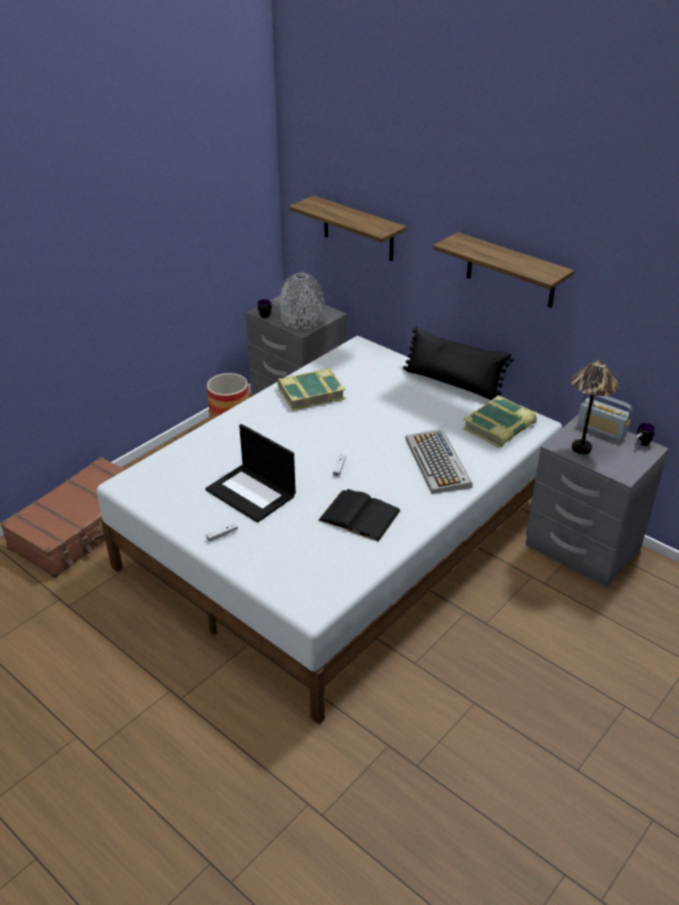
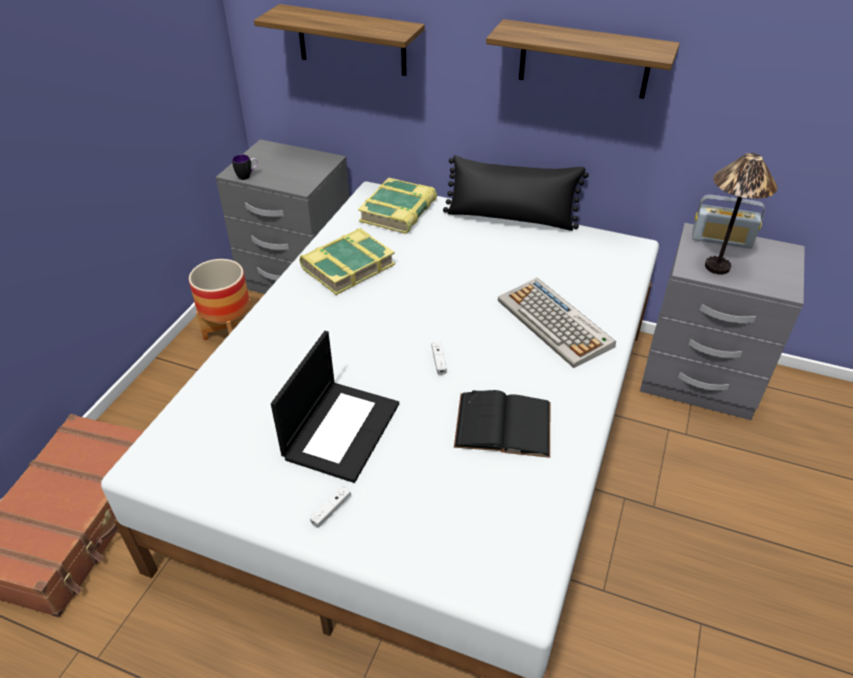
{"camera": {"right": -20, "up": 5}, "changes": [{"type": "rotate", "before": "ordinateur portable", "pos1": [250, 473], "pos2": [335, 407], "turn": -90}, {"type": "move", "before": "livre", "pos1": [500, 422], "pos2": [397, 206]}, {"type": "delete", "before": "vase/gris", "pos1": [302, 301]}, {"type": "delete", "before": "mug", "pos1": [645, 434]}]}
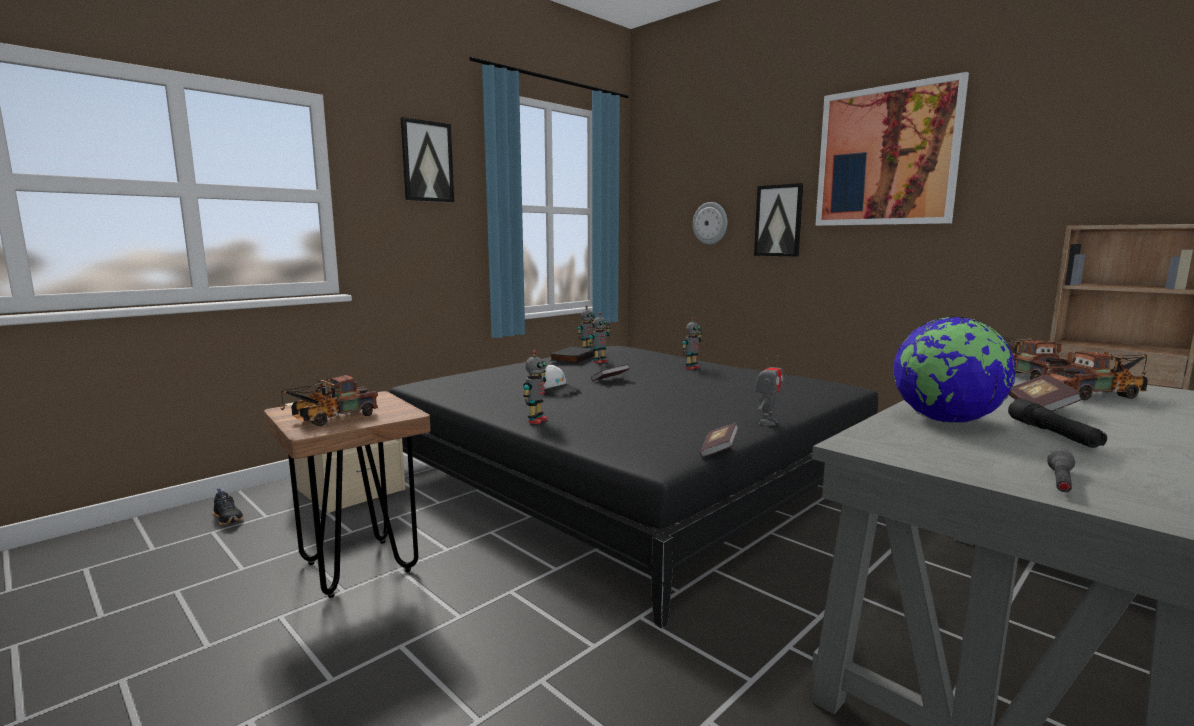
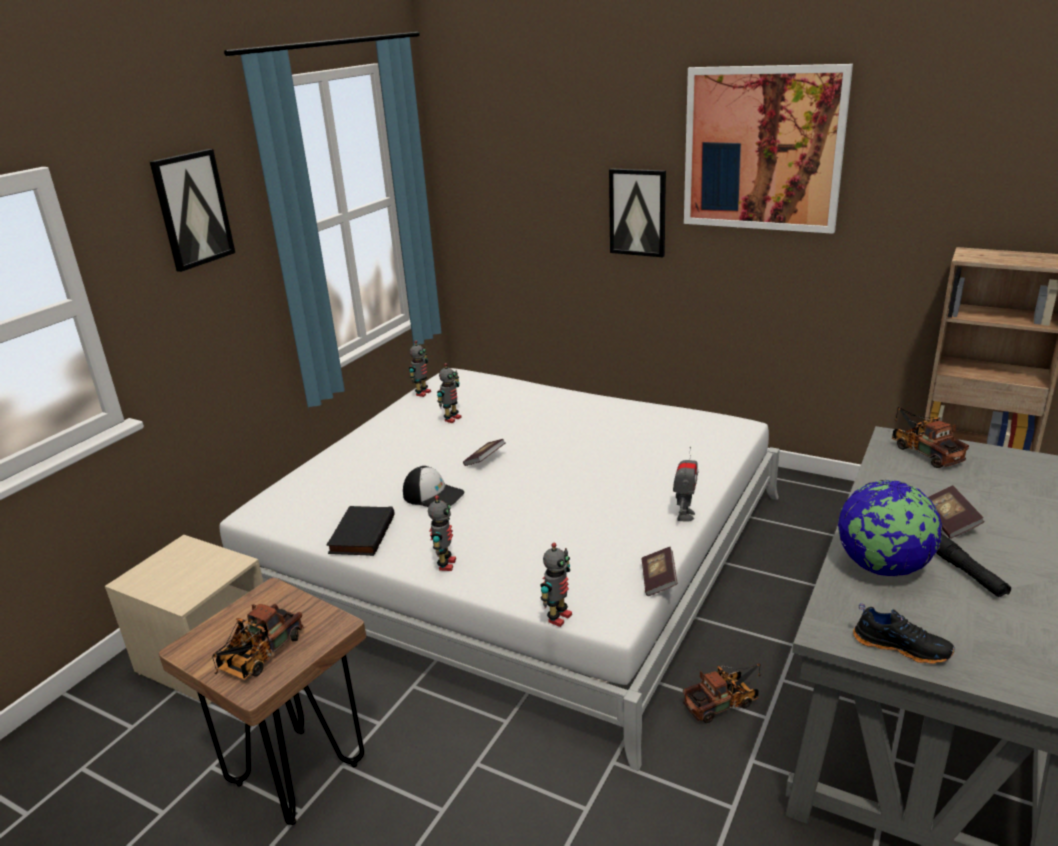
{"camera": {"right": -15, "up": 15}, "changes": [{"type": "recolor", "before": "lit/noir", "after": "lit/blanc", "pos1": [634, 487], "pos2": [500, 569]}, {"type": "move", "before": "livre/noir", "pos1": [572, 355], "pos2": [361, 531]}, {"type": "move", "before": "robot jouet", "pos1": [692, 344], "pos2": [556, 585]}, {"type": "move", "before": "camion jouet", "pos1": [1097, 375], "pos2": [722, 693]}, {"type": "move", "before": "chaussure/noir", "pos1": [228, 506], "pos2": [904, 633]}, {"type": "delete", "before": "horloge murale", "pos1": [710, 223]}, {"type": "delete", "before": "lampe de poche/gris", "pos1": [1061, 470]}]}
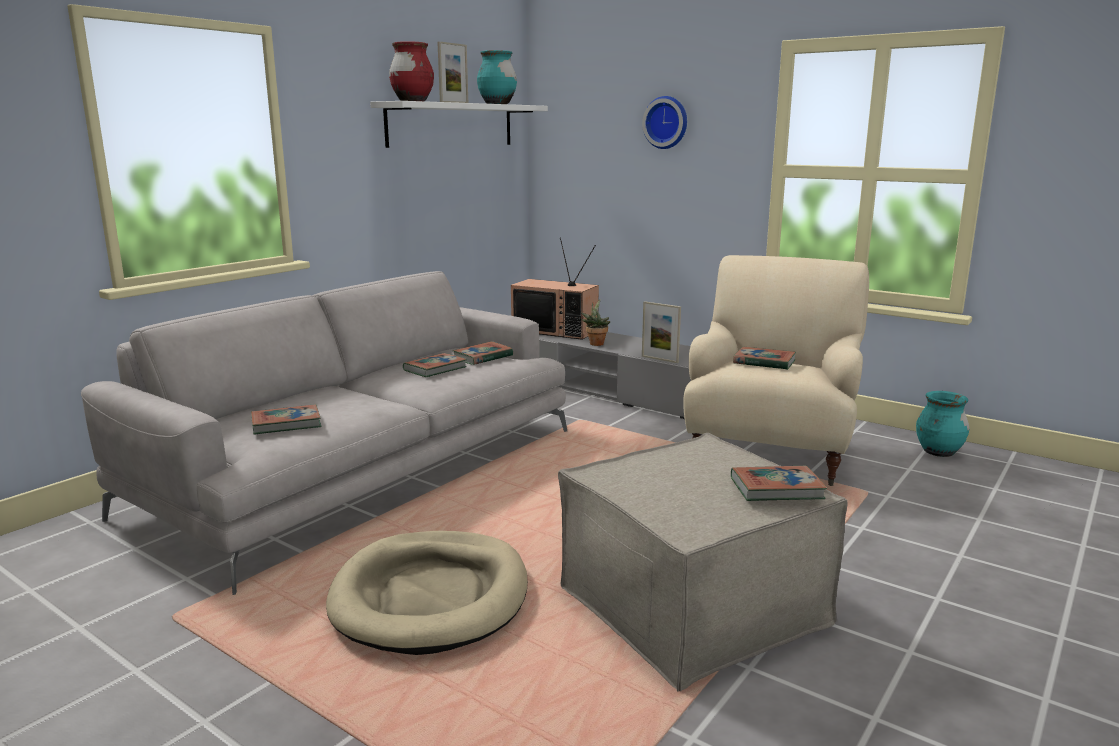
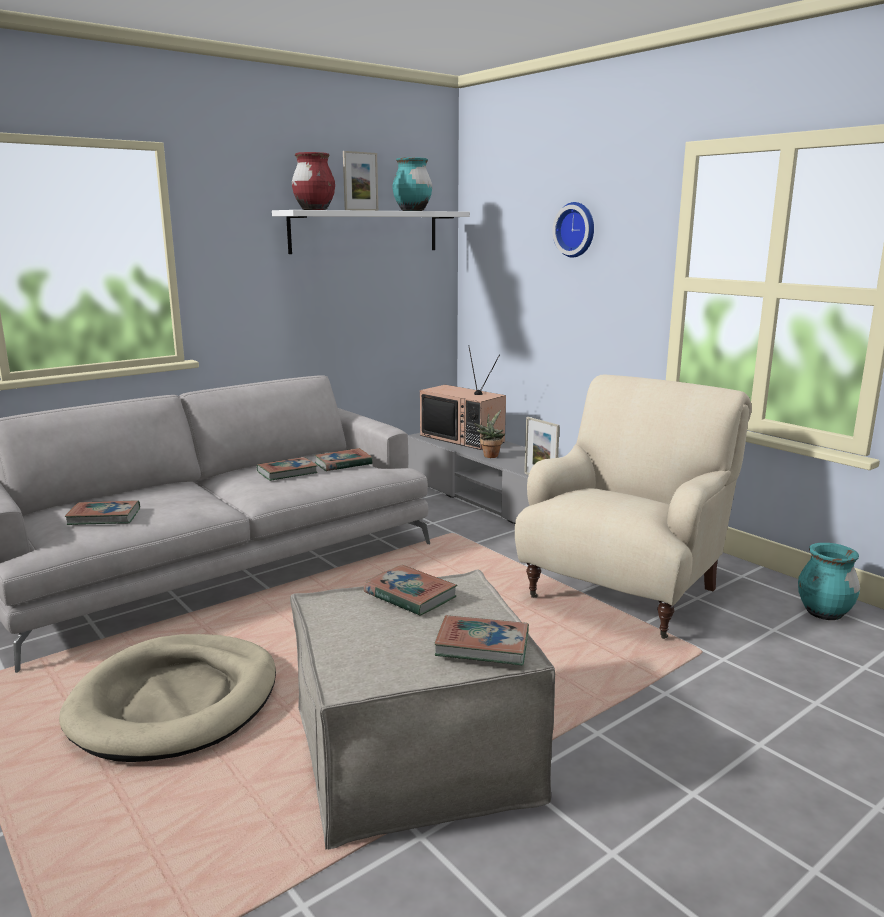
{"camera": {"right": 15, "up": 0}, "changes": [{"type": "move", "before": "livre", "pos1": [764, 358], "pos2": [410, 590]}]}
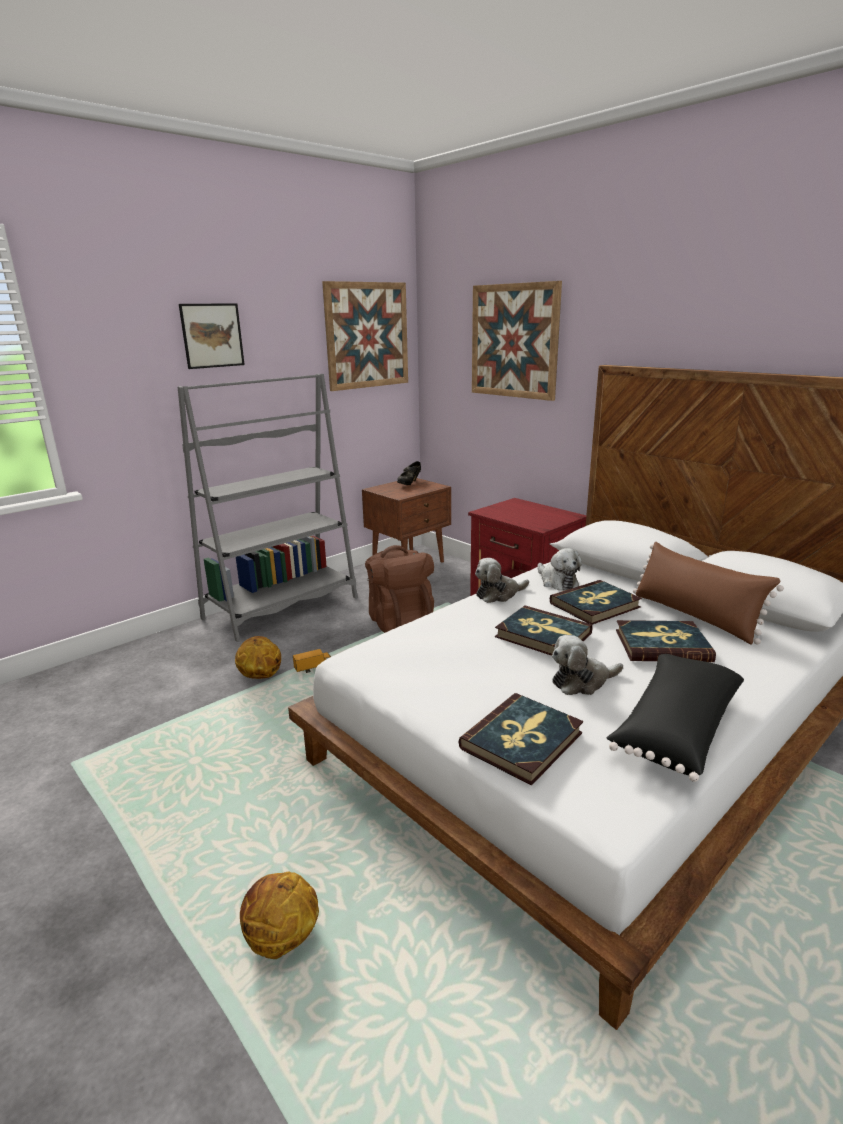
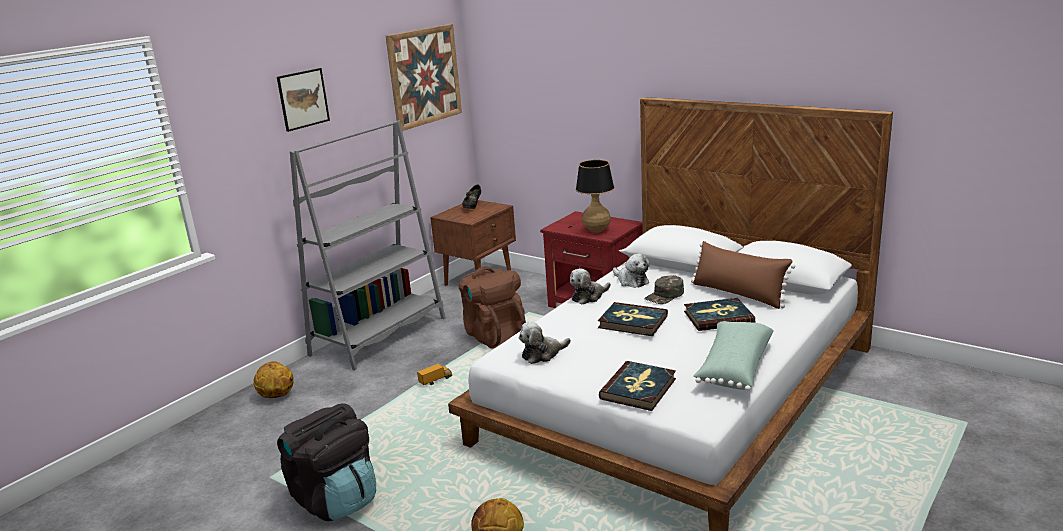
{"camera": {"right": -10, "up": 0}, "changes": [{"type": "move", "before": "ballon de basket", "pos1": [258, 657], "pos2": [274, 379]}, {"type": "insert", "after": "sac à dos/noir", "pos2": [326, 462]}, {"type": "move", "before": "peluche", "pos1": [587, 665], "pos2": [545, 343]}, {"type": "insert", "after": "lampe de table", "pos2": [591, 196]}, {"type": "replace", "before": "livre", "after": "casquette/vert", "pos1": [596, 602], "pos2": [664, 289]}, {"type": "recolor", "before": "coussin/noir", "after": "coussin/vert", "pos1": [675, 718], "pos2": [733, 356]}, {"type": "delete", "before": "tableau", "pos1": [517, 341]}]}
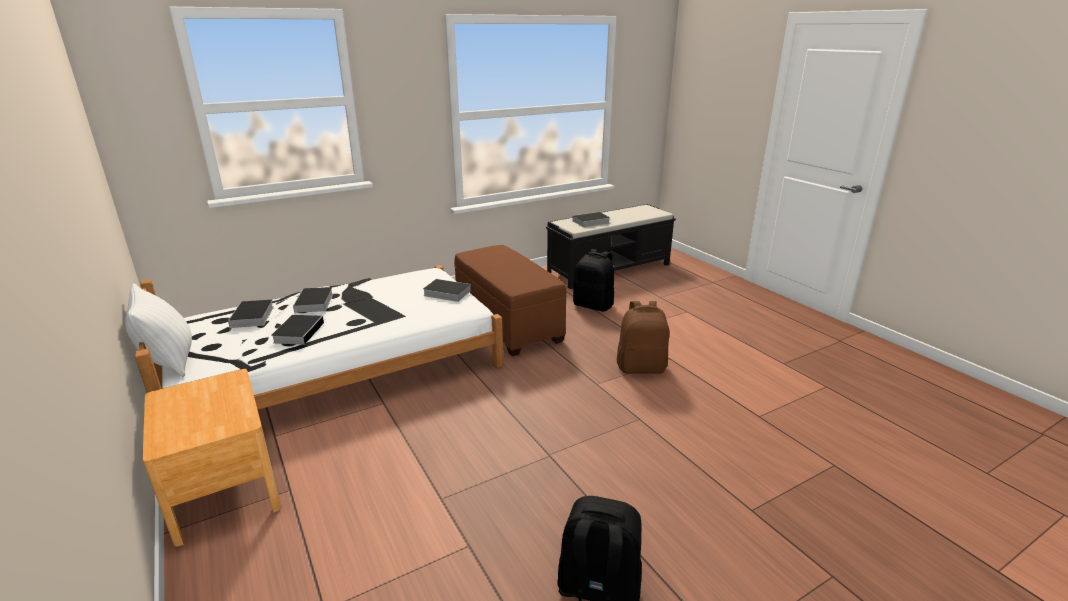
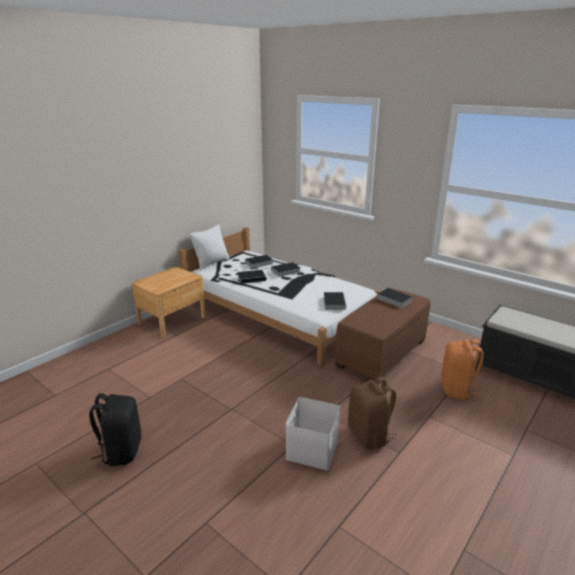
{"camera": {"right": 70, "up": 0}, "changes": [{"type": "insert", "after": "boîte de rangement/blanc", "pos2": [313, 433]}, {"type": "move", "before": "livre", "pos1": [591, 219], "pos2": [395, 298]}, {"type": "recolor", "before": "sac à dos/noir", "after": "sac à dos/orange", "pos1": [593, 280], "pos2": [462, 369]}]}
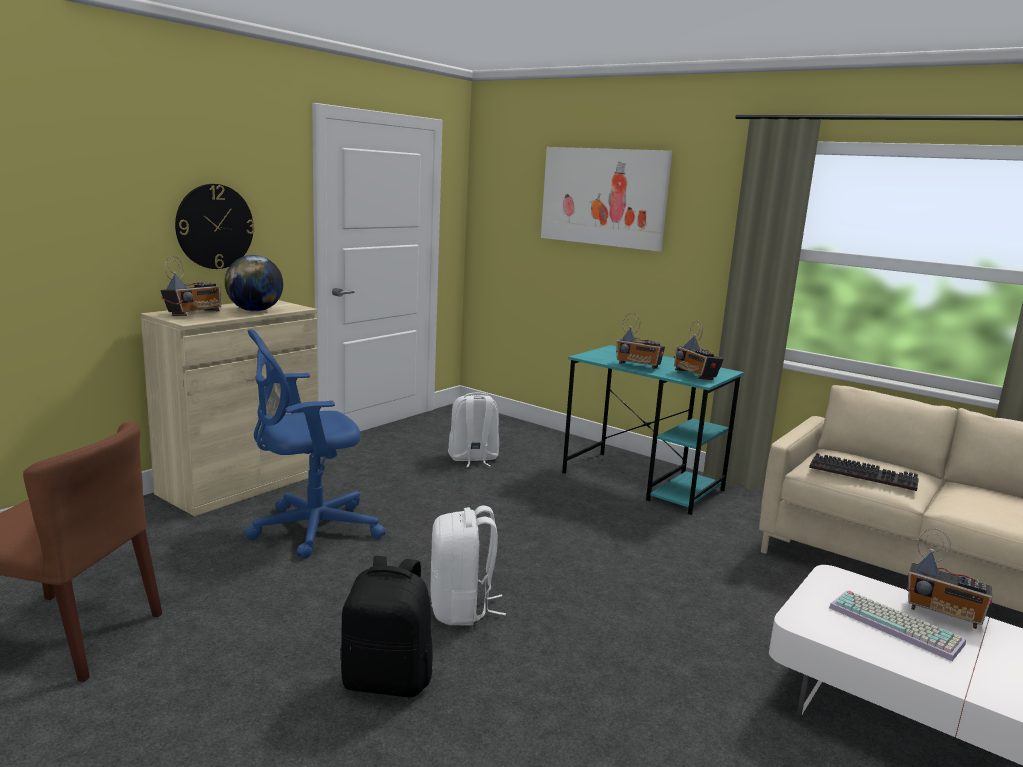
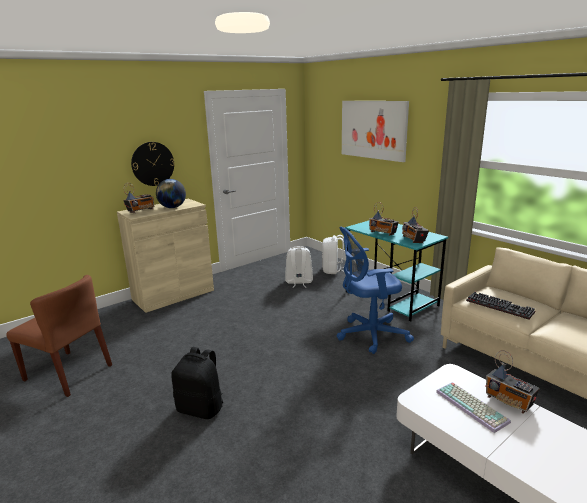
{"camera": {"right": 15, "up": 5}, "changes": [{"type": "move", "before": "sac à dos/blanc", "pos1": [468, 565], "pos2": [333, 254]}, {"type": "move", "before": "chaise de bureau/bleu", "pos1": [314, 444], "pos2": [375, 290]}]}
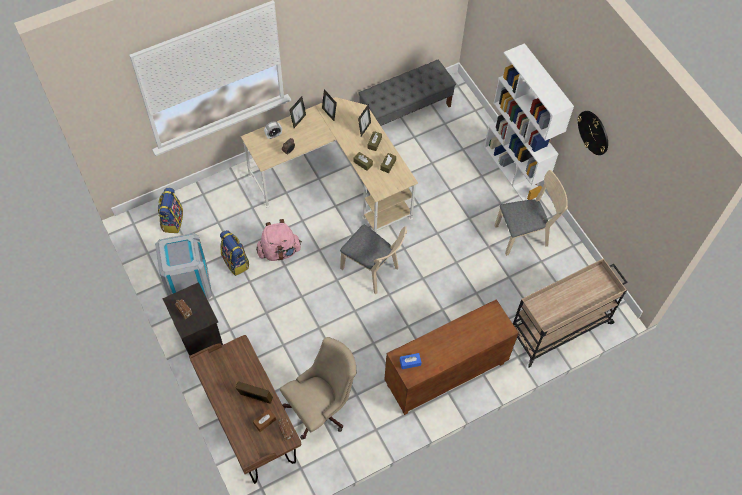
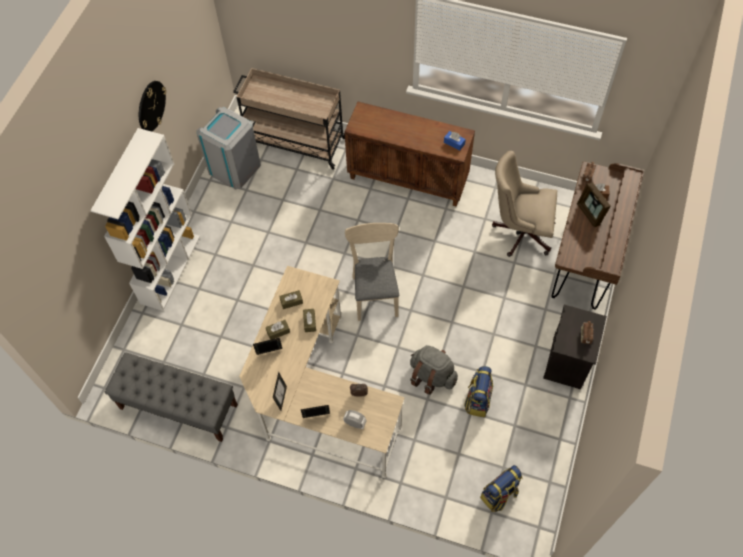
{"camera": {"right": -130, "up": 0}, "changes": [{"type": "move", "before": "poubelle/gris", "pos1": [183, 266], "pos2": [229, 148]}, {"type": "recolor", "before": "sac à dos/rose", "after": "sac à dos/gris", "pos1": [279, 240], "pos2": [434, 370]}, {"type": "delete", "before": "chaise/beige", "pos1": [531, 213]}]}
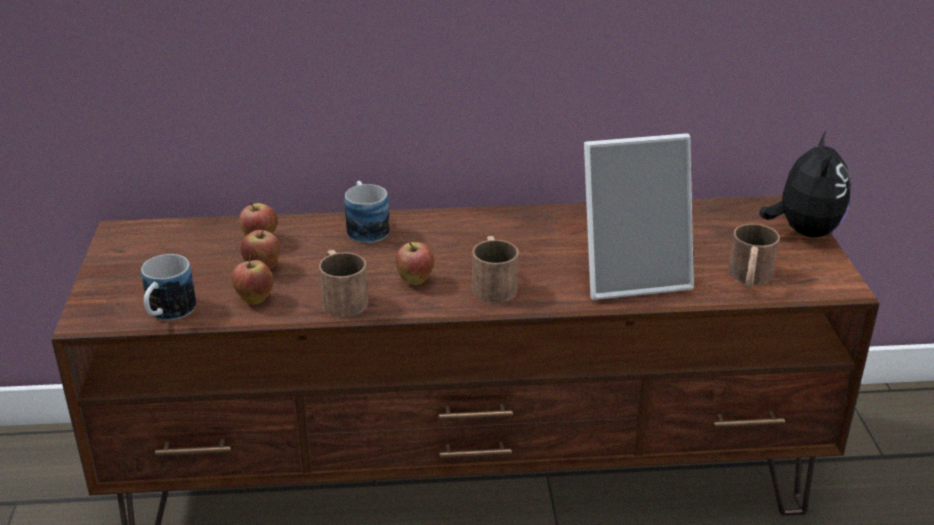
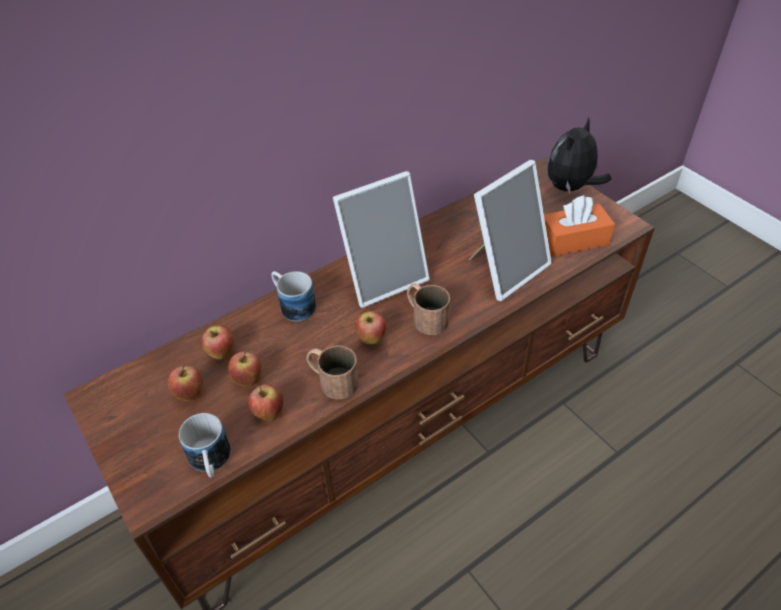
{"camera": {"right": -30, "up": 15}, "changes": [{"type": "insert", "after": "pomme", "pos2": [185, 383]}, {"type": "insert", "after": "cadre photo", "pos2": [381, 239]}, {"type": "replace", "before": "mug/marron", "after": "boîte à mouchoirs/orange", "pos1": [754, 256], "pos2": [579, 226]}, {"type": "rotate", "before": "peluche", "pos1": [805, 183], "pos2": [579, 155], "turn": -120}]}
